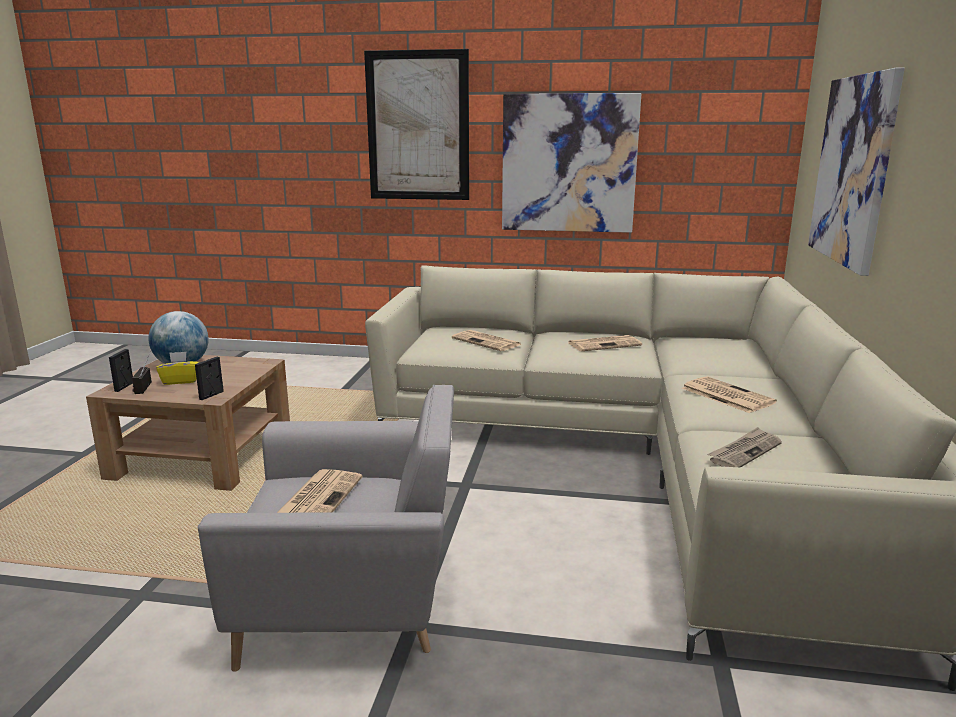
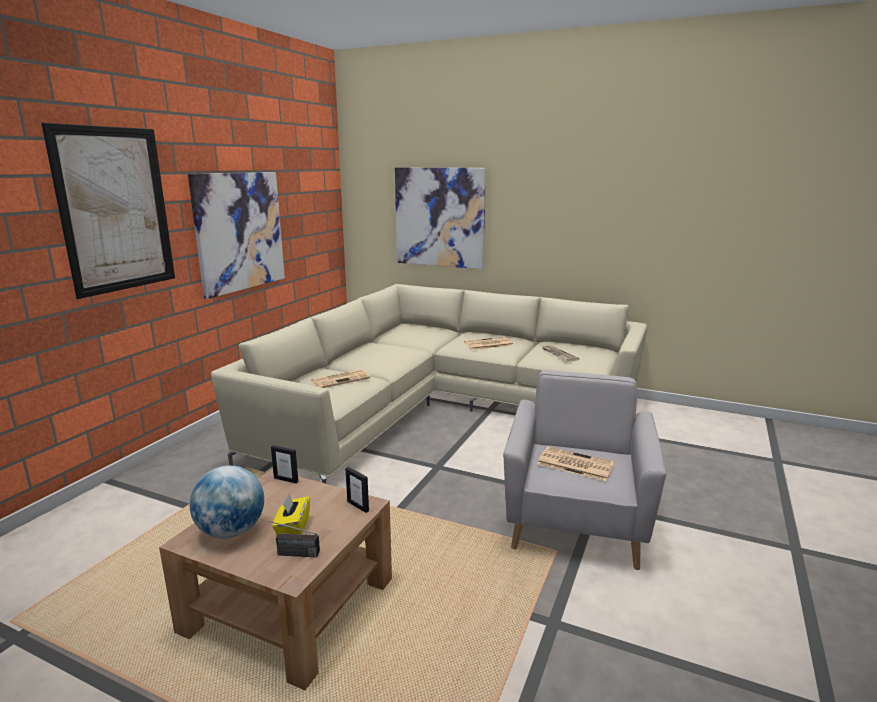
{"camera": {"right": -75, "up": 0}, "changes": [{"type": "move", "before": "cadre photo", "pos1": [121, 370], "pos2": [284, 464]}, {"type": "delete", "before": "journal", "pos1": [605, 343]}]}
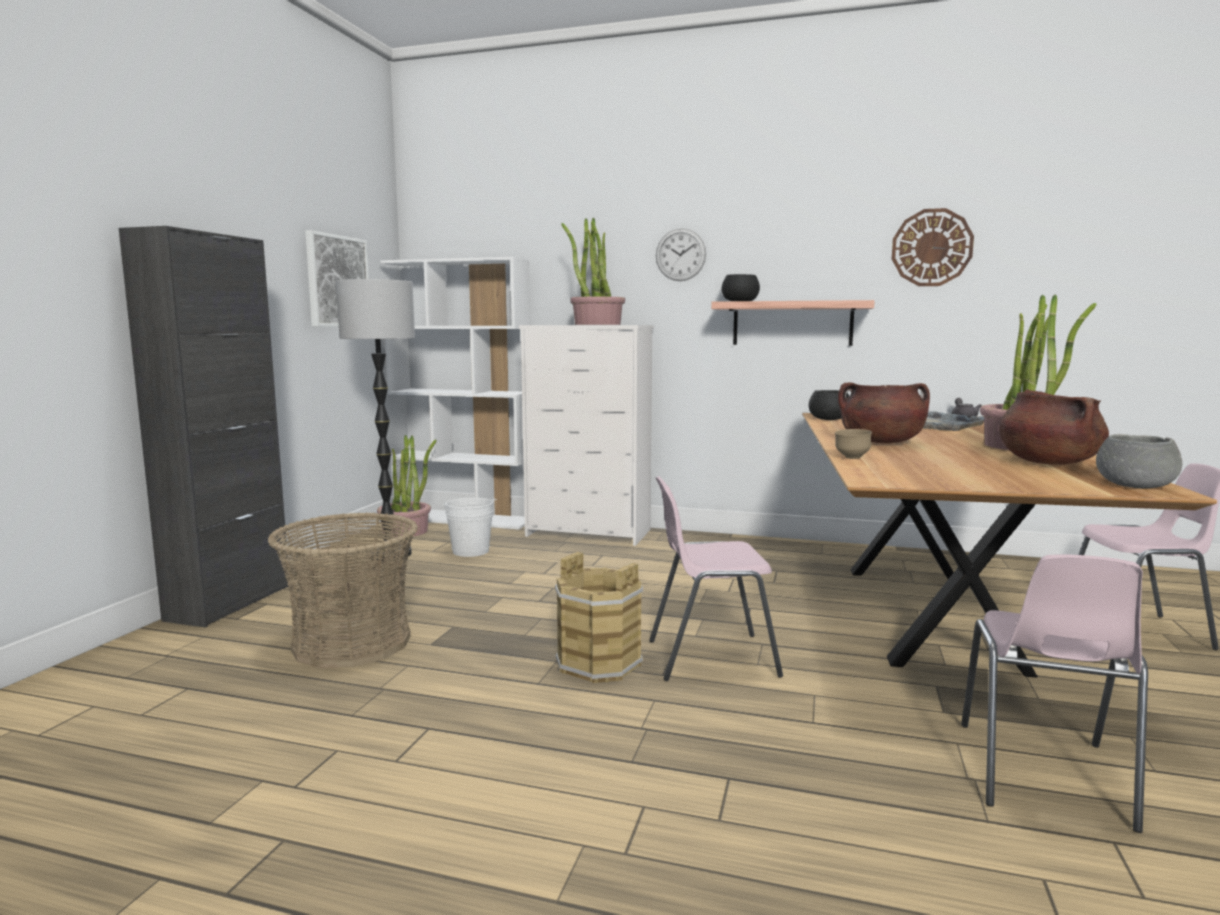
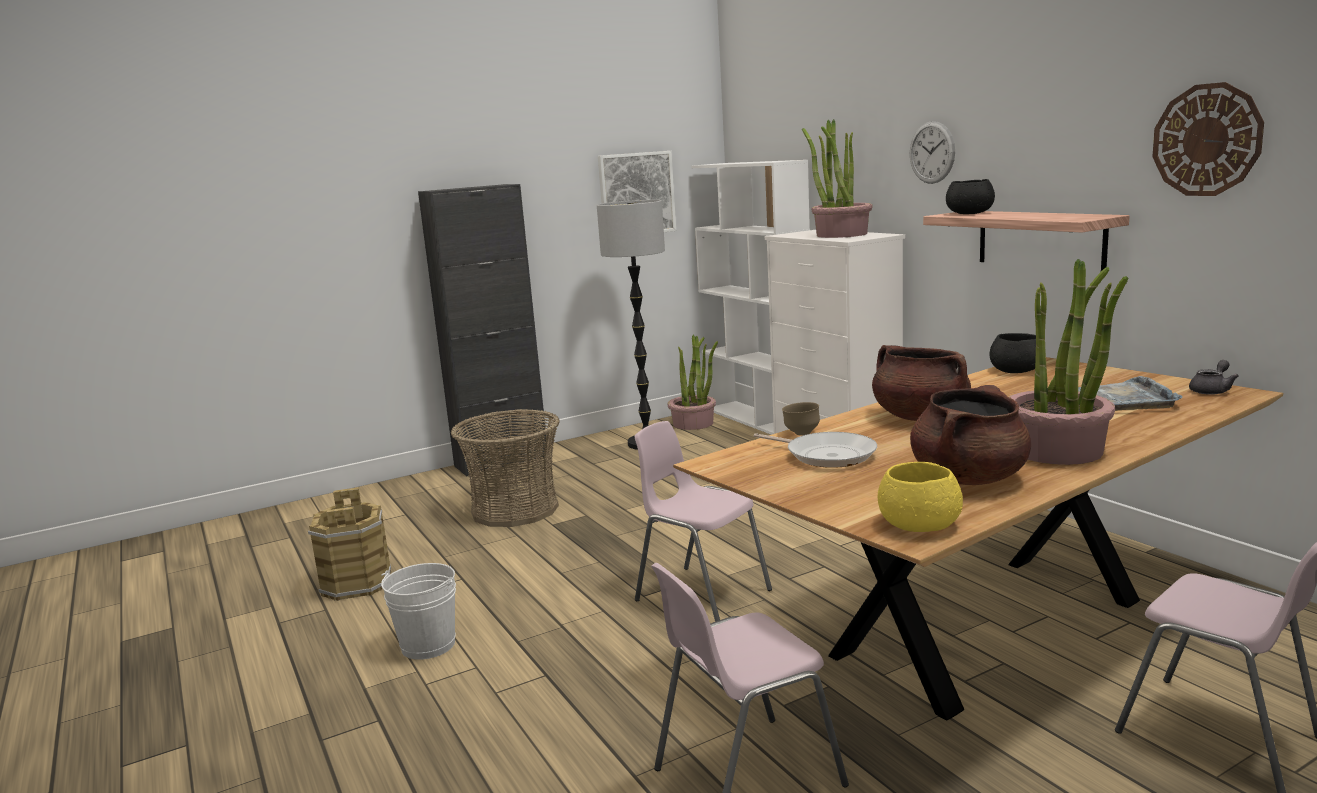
{"camera": {"right": 45, "up": 5}, "changes": [{"type": "move", "before": "seau/marron", "pos1": [599, 617], "pos2": [349, 544]}, {"type": "move", "before": "seau/blanc", "pos1": [469, 527], "pos2": [418, 611]}, {"type": "insert", "after": "poêle", "pos2": [815, 450]}, {"type": "recolor", "before": "bol/gris", "after": "bol/jaune", "pos1": [1139, 461], "pos2": [920, 497]}]}
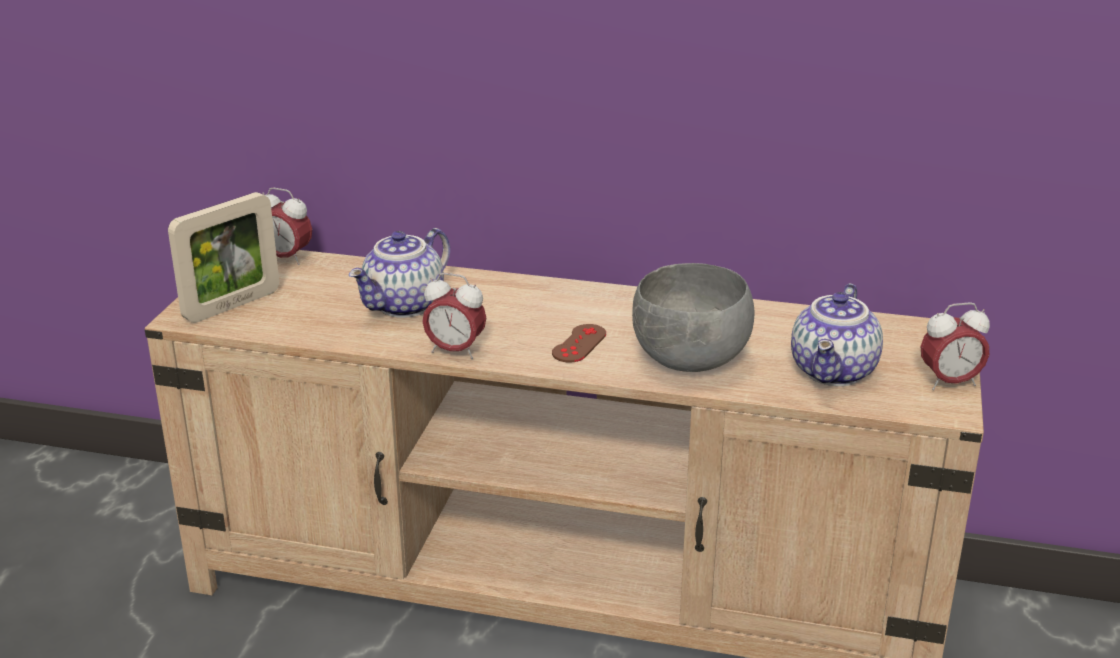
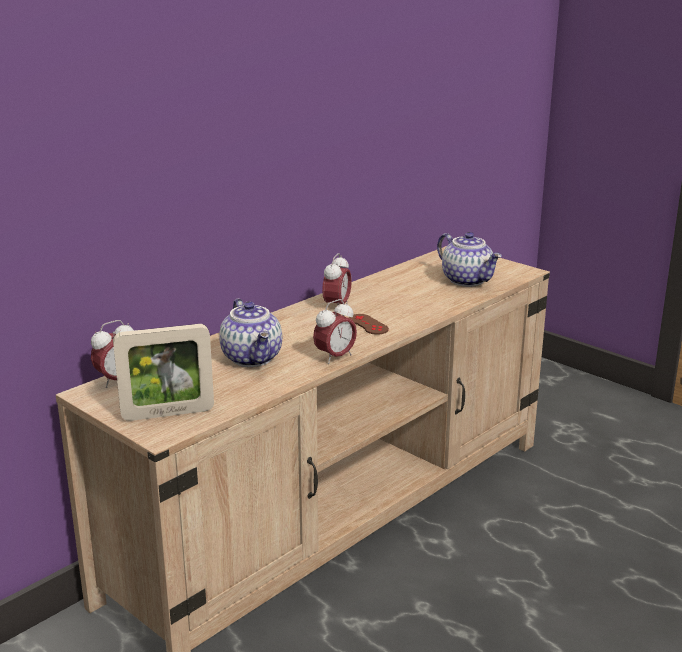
{"camera": {"right": -60, "up": -5}, "changes": [{"type": "rotate", "before": "cadre photo", "pos1": [223, 257], "pos2": [163, 372], "turn": 90}, {"type": "move", "before": "réveil", "pos1": [955, 346], "pos2": [337, 279]}, {"type": "delete", "before": "bol/gris", "pos1": [693, 317]}]}
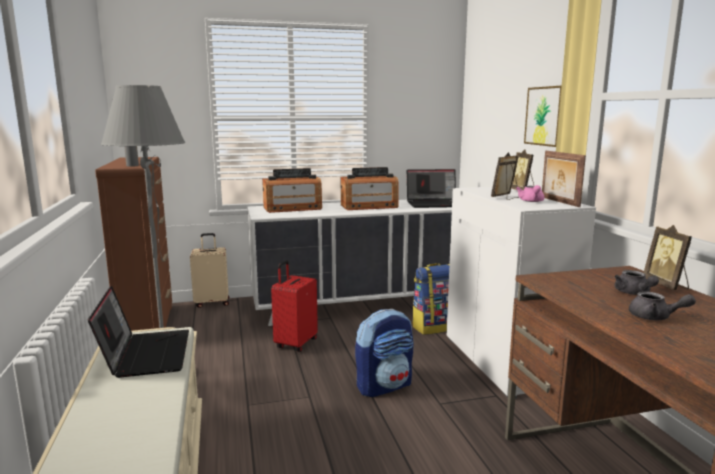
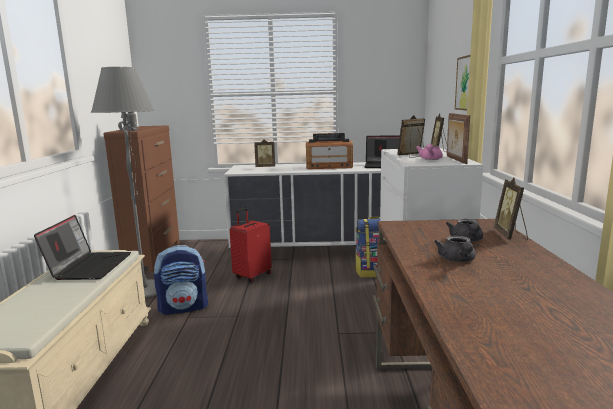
{"camera": {"right": 15, "up": 0}, "changes": [{"type": "move", "before": "sac à dos", "pos1": [384, 353], "pos2": [181, 280]}, {"type": "replace", "before": "radio", "after": "cadre photo", "pos1": [292, 190], "pos2": [264, 153]}, {"type": "rotate", "before": "théière/gris", "pos1": [662, 305], "pos2": [455, 248], "turn": 45}, {"type": "delete", "before": "valise/beige", "pos1": [209, 270]}]}
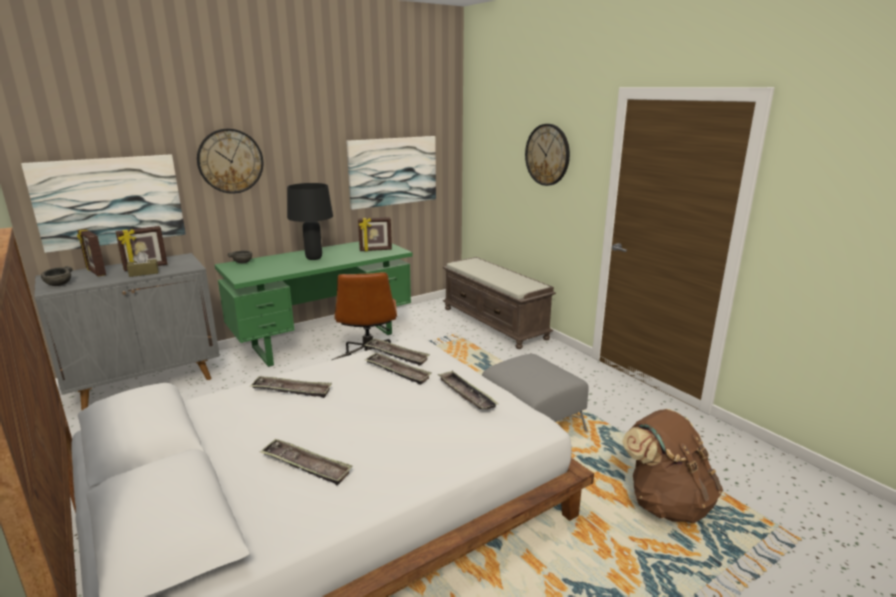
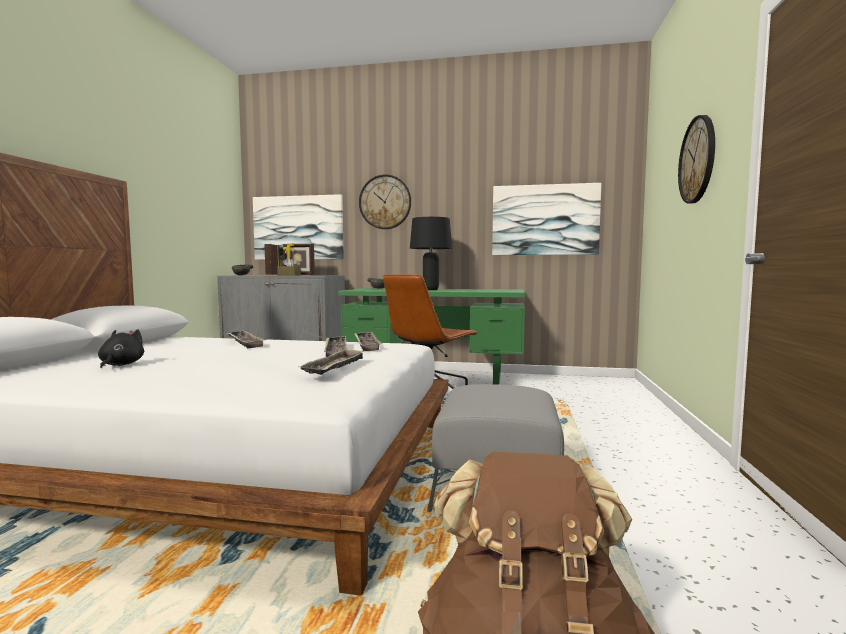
{"camera": {"right": 45, "up": -15}, "changes": [{"type": "replace", "before": "plateau", "after": "peluche/noir", "pos1": [306, 461], "pos2": [121, 349]}, {"type": "delete", "before": "cadre photo", "pos1": [375, 234]}, {"type": "delete", "before": "banc/marron", "pos1": [499, 303]}]}
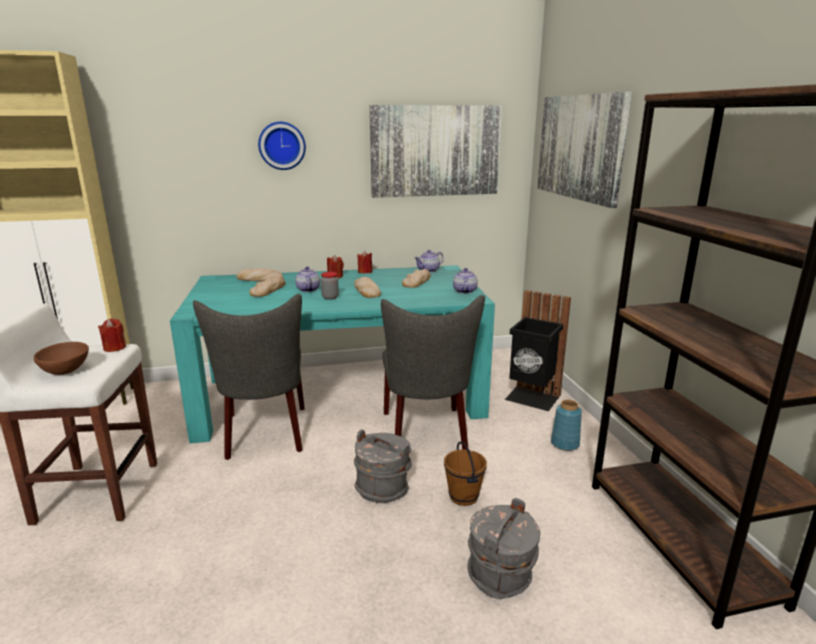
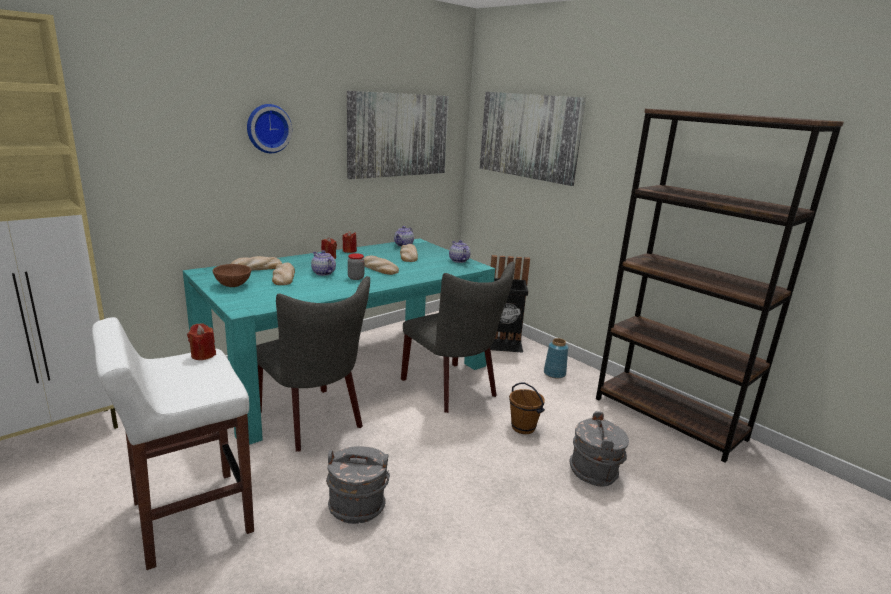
{"camera": {"right": -30, "up": 0}, "changes": [{"type": "move", "before": "bol/marron", "pos1": [61, 358], "pos2": [232, 275]}, {"type": "move", "before": "seau/gris", "pos1": [383, 466], "pos2": [358, 485]}]}
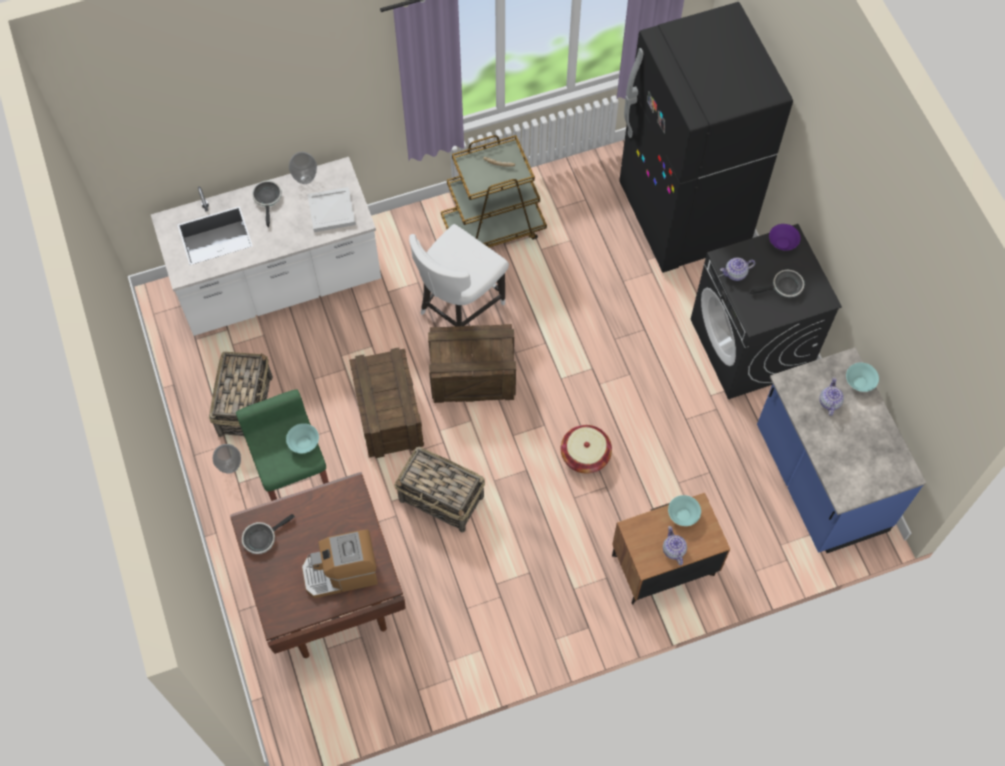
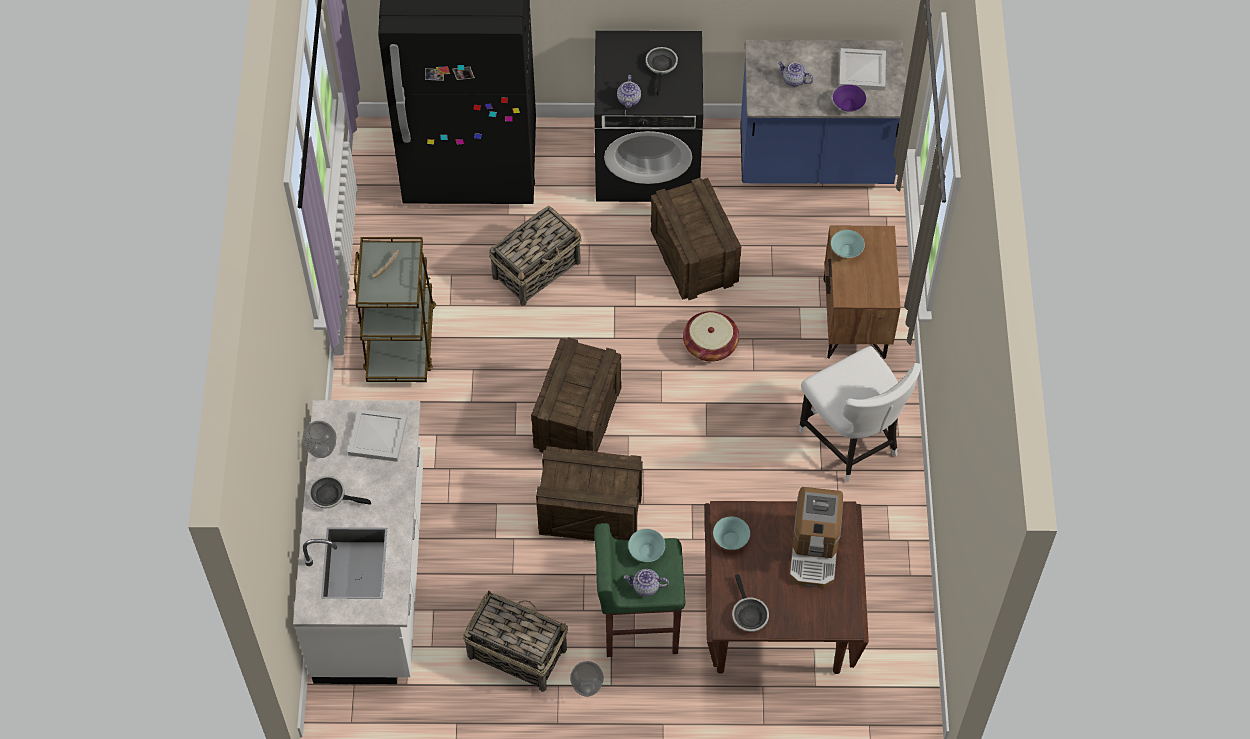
{"camera": {"right": -70, "up": -5}, "changes": [{"type": "move", "before": "panier", "pos1": [439, 490], "pos2": [535, 256]}, {"type": "move", "before": "théière", "pos1": [675, 545], "pos2": [646, 582]}, {"type": "insert", "after": "caisse", "pos2": [696, 238]}, {"type": "move", "before": "bol/turquoise", "pos1": [862, 377], "pos2": [731, 533]}, {"type": "move", "before": "chaise/blanc", "pos1": [459, 276], "pos2": [859, 414]}, {"type": "move", "before": "bol/violet", "pos1": [785, 237], "pos2": [849, 98]}, {"type": "insert", "after": "plateau/blanc", "pos2": [862, 69]}]}
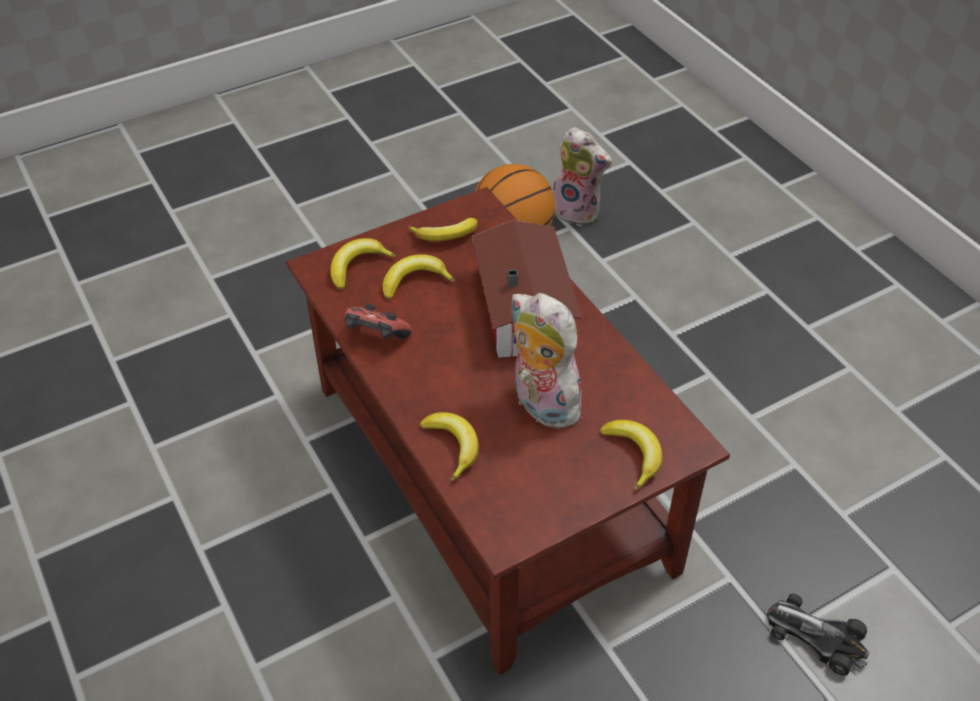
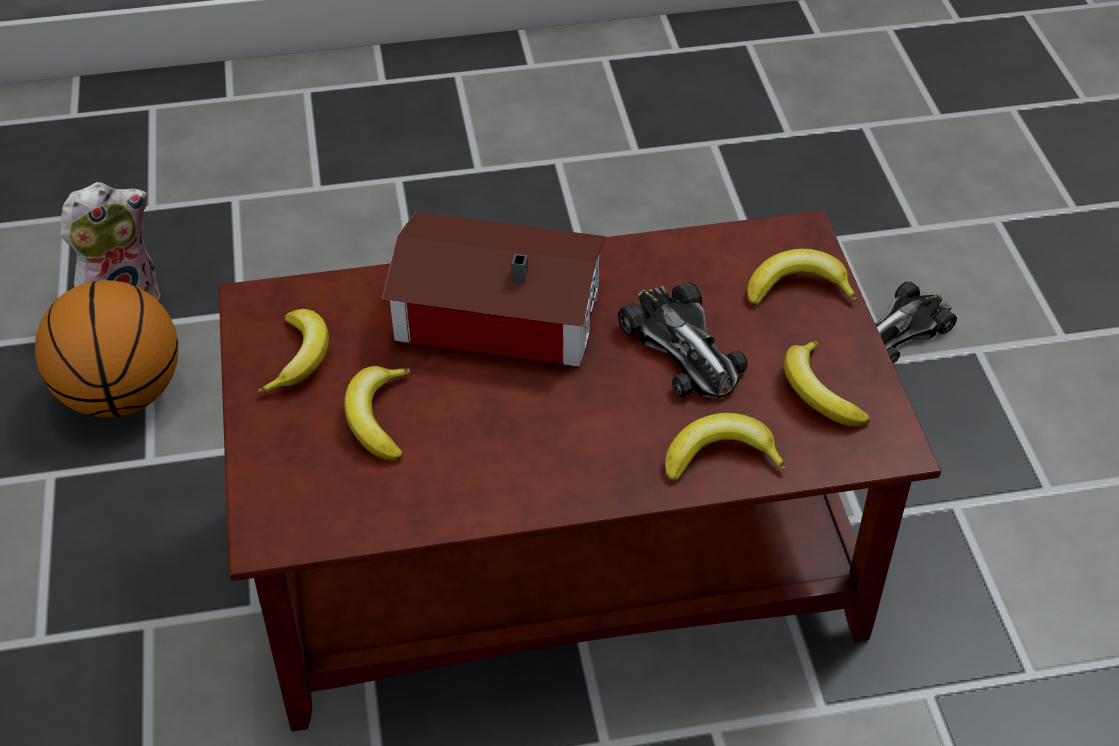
{"camera": {"right": -70, "up": 0}, "changes": [{"type": "replace", "before": "peluche", "after": "petite voiture", "pos1": [546, 361], "pos2": [683, 339]}, {"type": "move", "before": "banane", "pos1": [363, 264], "pos2": [827, 383]}, {"type": "delete", "before": "manette", "pos1": [378, 321]}]}
